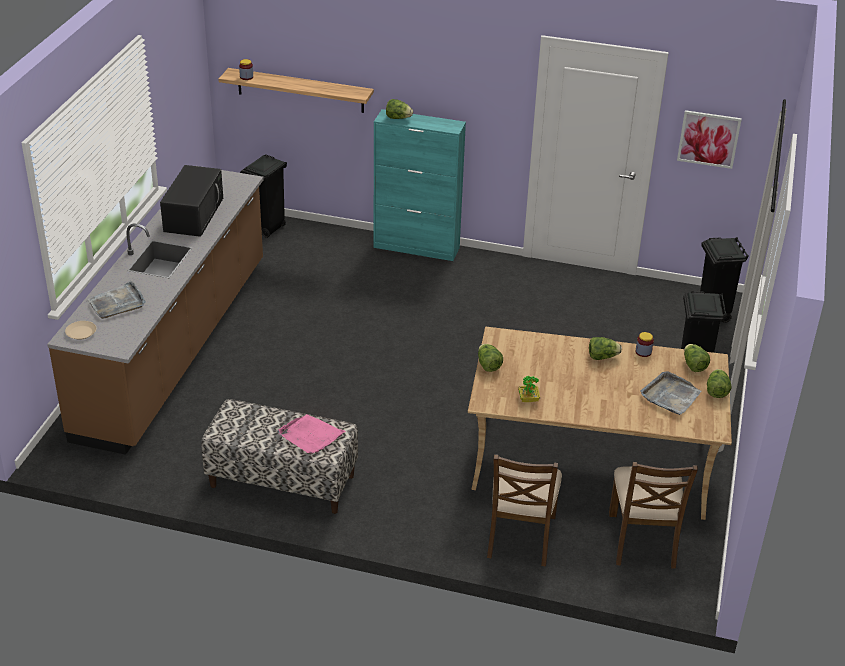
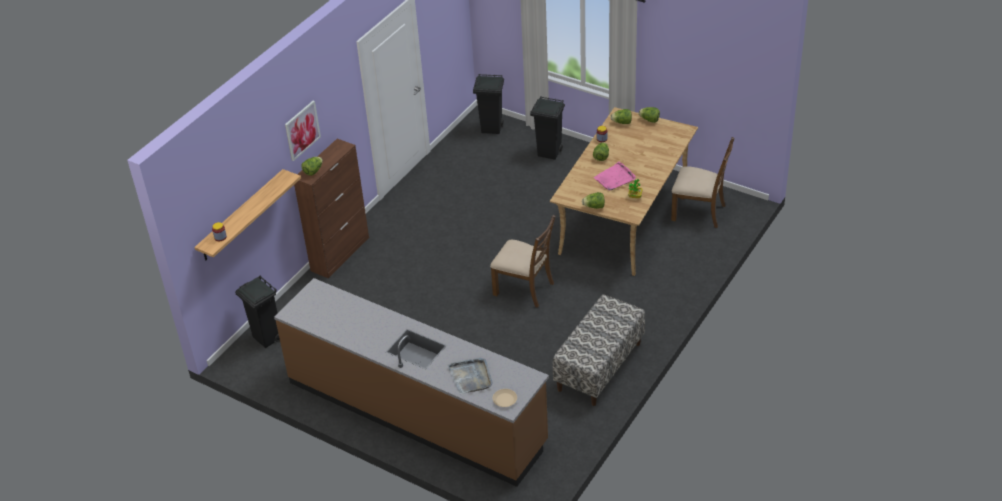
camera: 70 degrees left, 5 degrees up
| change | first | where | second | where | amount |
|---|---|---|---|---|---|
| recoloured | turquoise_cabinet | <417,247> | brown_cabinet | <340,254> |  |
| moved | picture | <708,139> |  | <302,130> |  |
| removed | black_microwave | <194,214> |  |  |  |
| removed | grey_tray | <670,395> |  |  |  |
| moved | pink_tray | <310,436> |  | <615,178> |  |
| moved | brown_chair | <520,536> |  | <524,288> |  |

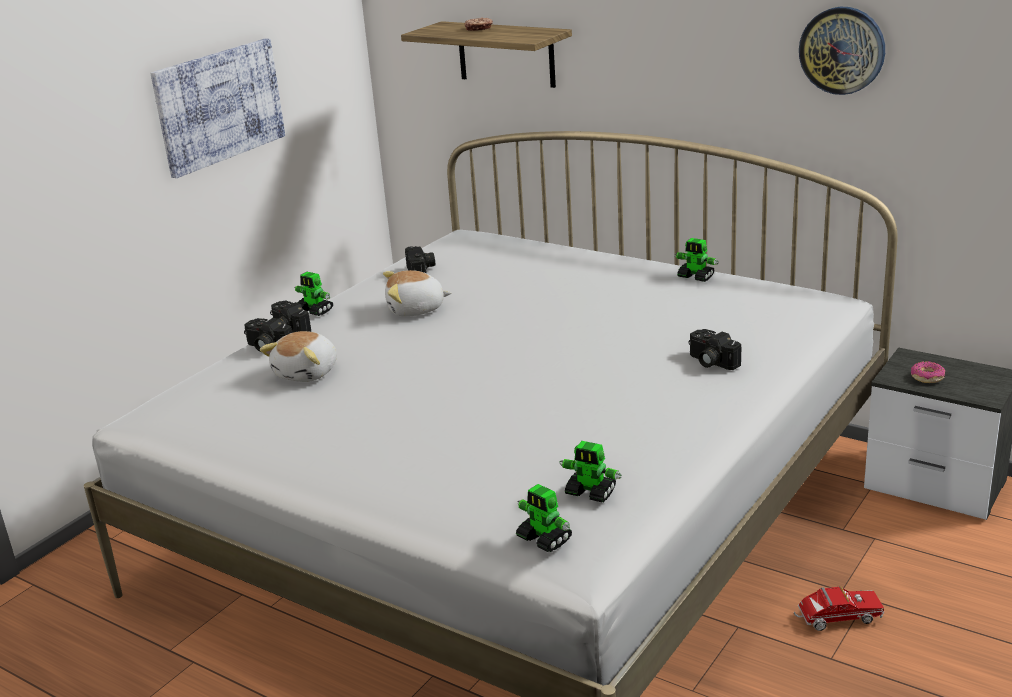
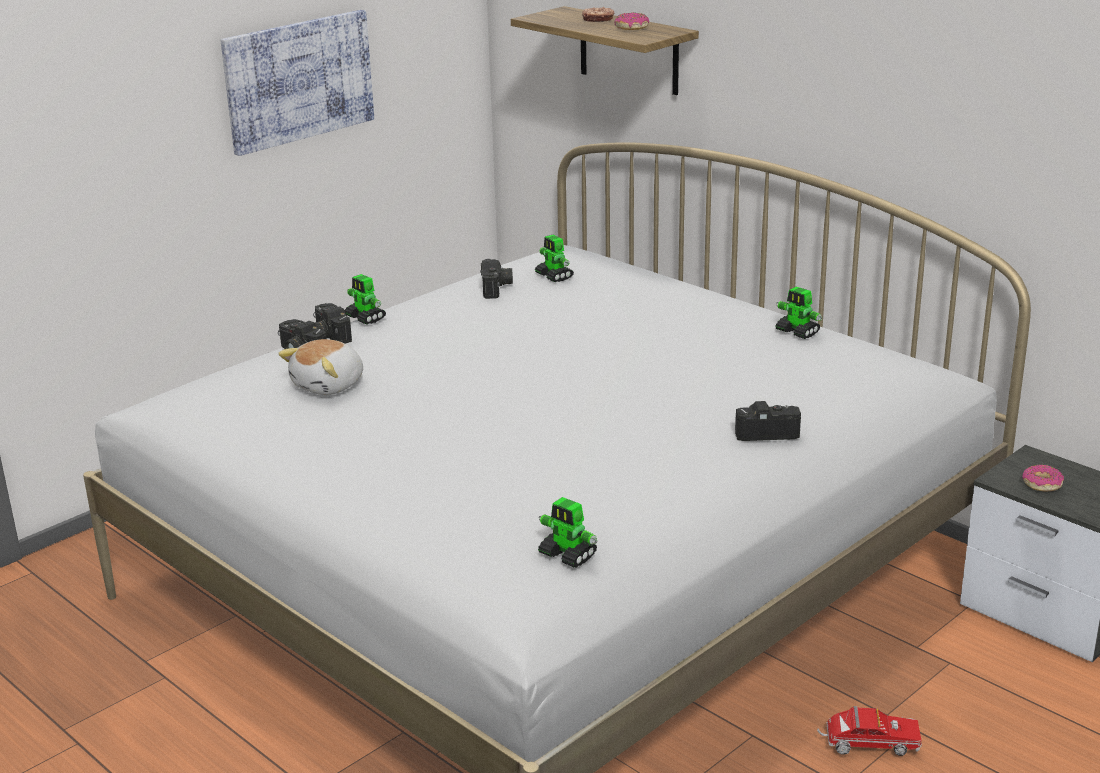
camera: 10 degrees right, 0 degrees up
| change | first | where | second | where | amount |
|---|---|---|---|---|---|
| removed | wall_clock | <842,50> |  |  |  |
| removed | plush_toy | <416,310> |  |  |  |
| turned | photo_camera | <710,362> |  | <766,431> | 120 degrees clockwise |
| moved | toy_robot | <544,539> |  | <554,276> |  |
| added |  |  | donut | <632,28> |  |

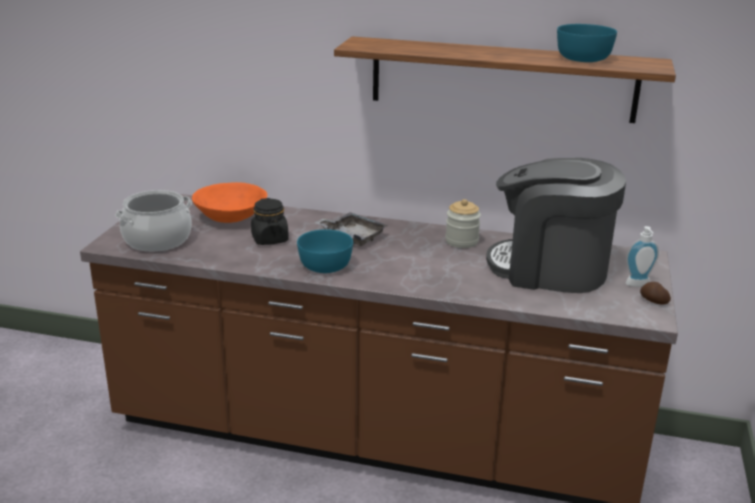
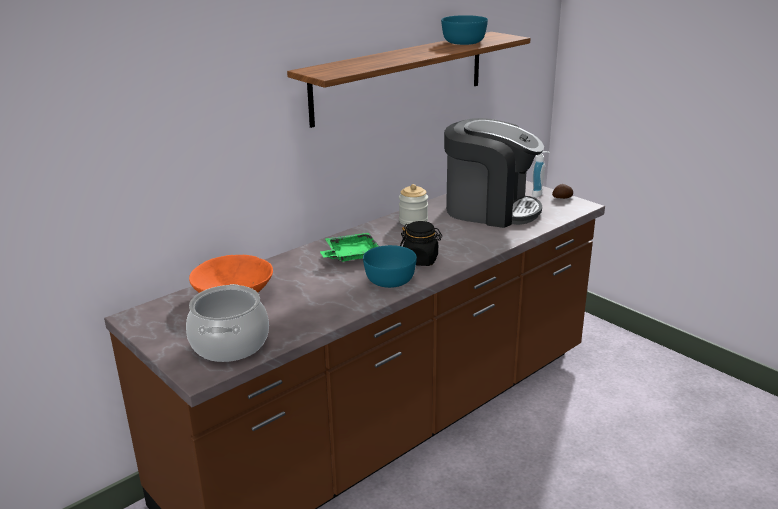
camera: 55 degrees left, 0 degrees up
| change | first | where | second | where | amount |
|---|---|---|---|---|---|
| turned | coffee_machine | <550,269> |  | <490,209> | 120 degrees counterclockwise |
| moved | black_jar | <270,239> |  | <420,260> |  |
| recoloured | grey_tray | <352,236> | green_tray | <351,255> |  |

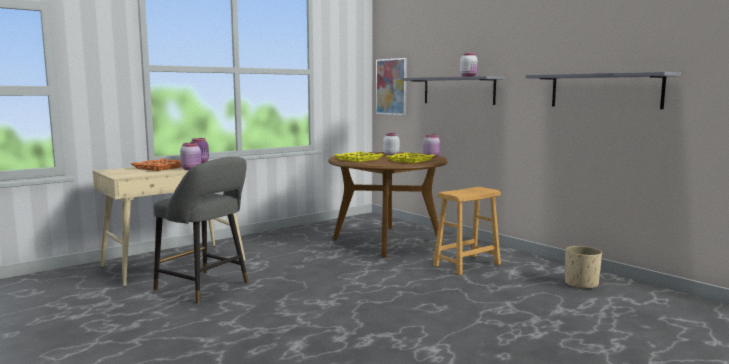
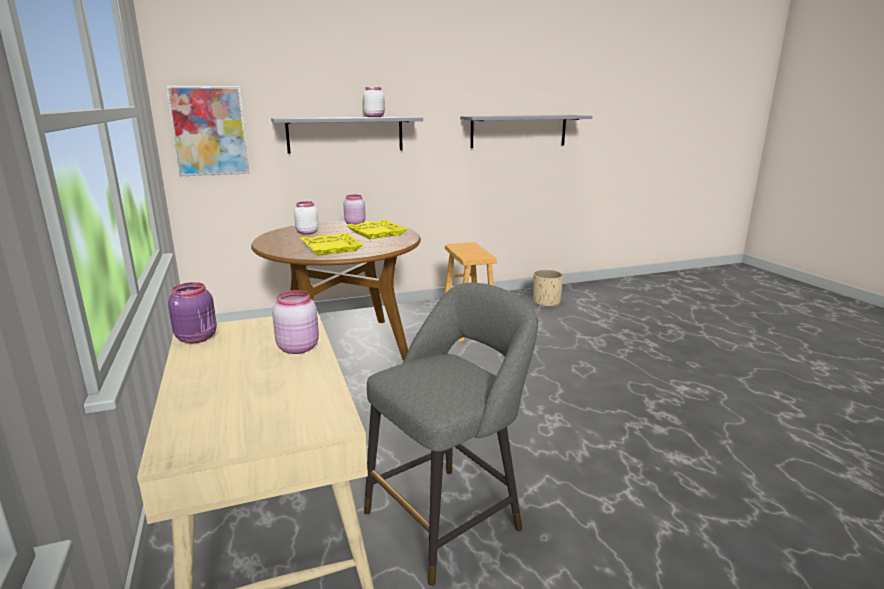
camera: 70 degrees left, 10 degrees up
| change | first | where | second | where | amount |
|---|---|---|---|---|---|
| removed | orange_tray | <160,167> |  |  |  |

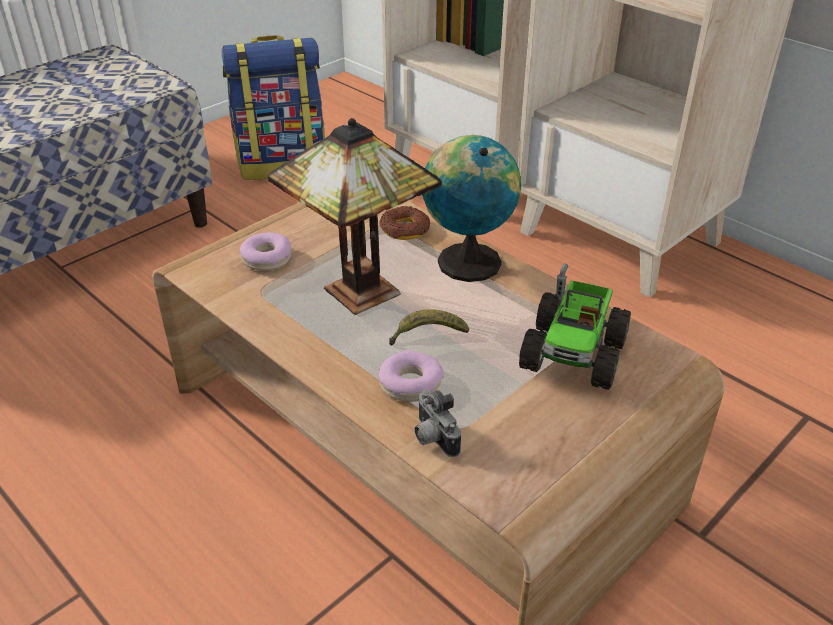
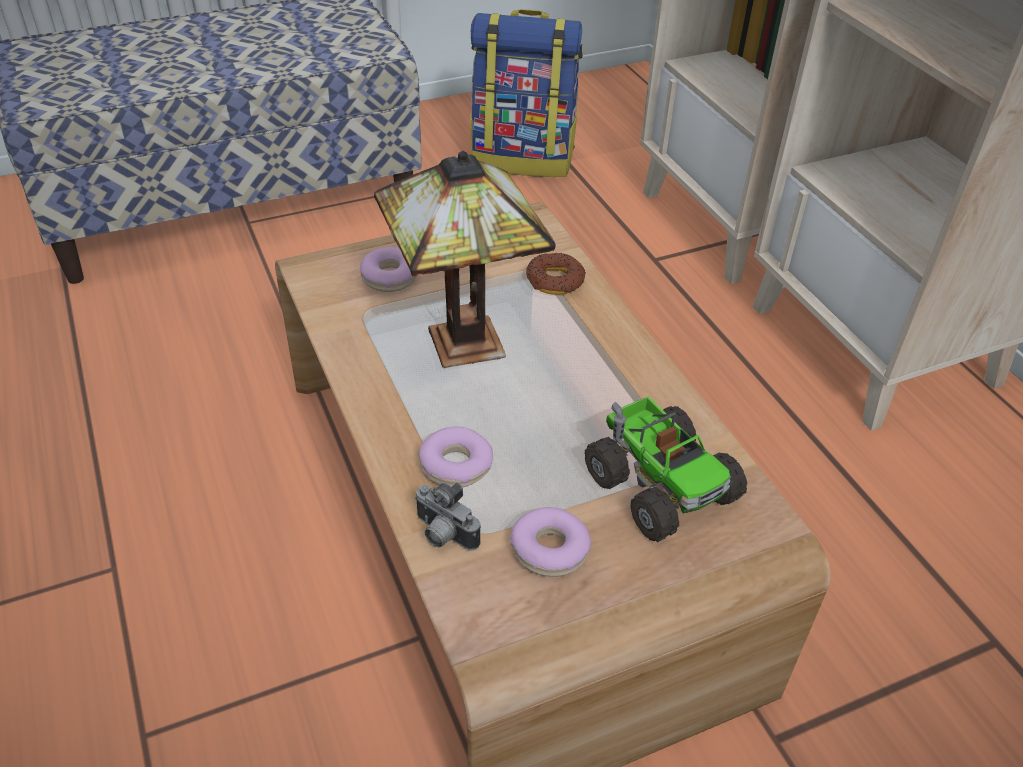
camera: 20 degrees right, 5 degrees up
| change | first | where | second | where | amount |
|---|---|---|---|---|---|
| removed | globe | <466,260> |  |  |  |
| turned | toy_truck | <574,353> |  | <659,484> | 75 degrees counterclockwise |
| removed | banana | <427,335> |  |  |  |
| turned | photo_camera | <432,438> |  | <443,535> | 45 degrees counterclockwise |
| added |  |  | donut | <549,549> |  |

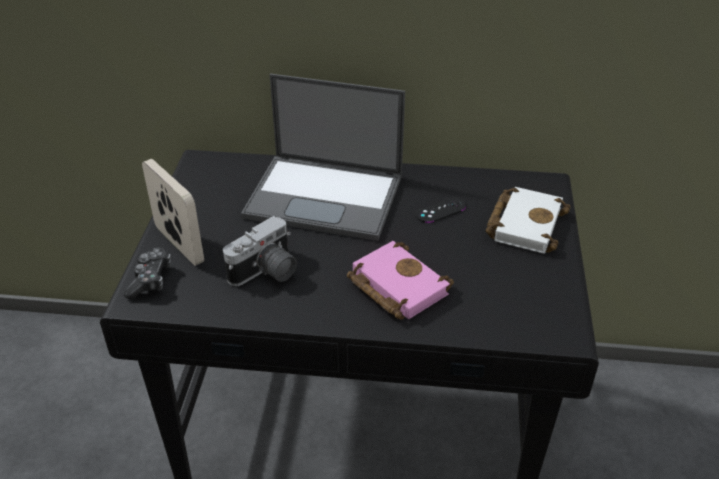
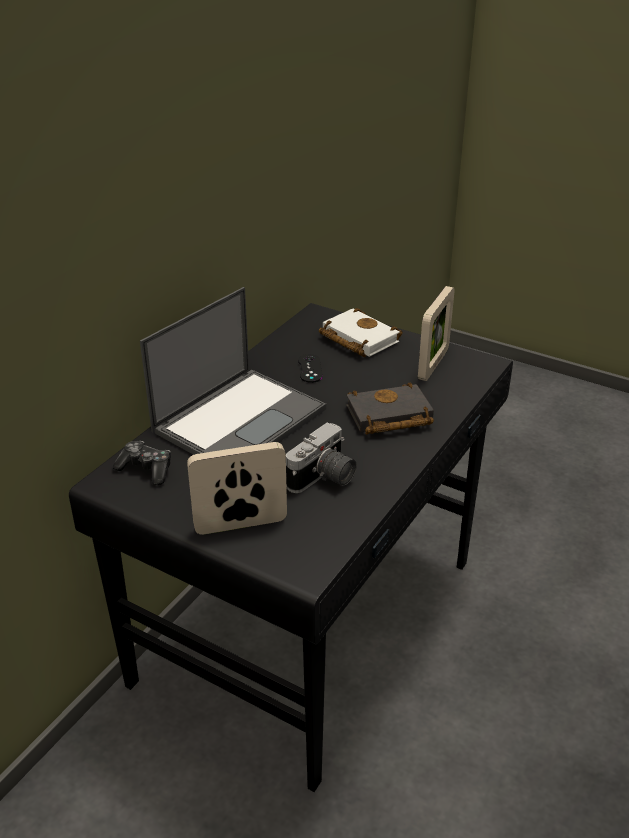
camera: 65 degrees left, 5 degrees down
| change | first | where | second | where | amount |
|---|---|---|---|---|---|
| turned | photo_camera | <266,273> |  | <324,479> | 60 degrees clockwise |
| recoloured | pink_book | <395,286> | black_book | <388,417> |  |
| moved | game_controller | <150,279> |  | <146,469> |  |
| added |  |  | picture_frame | <433,364> |  |

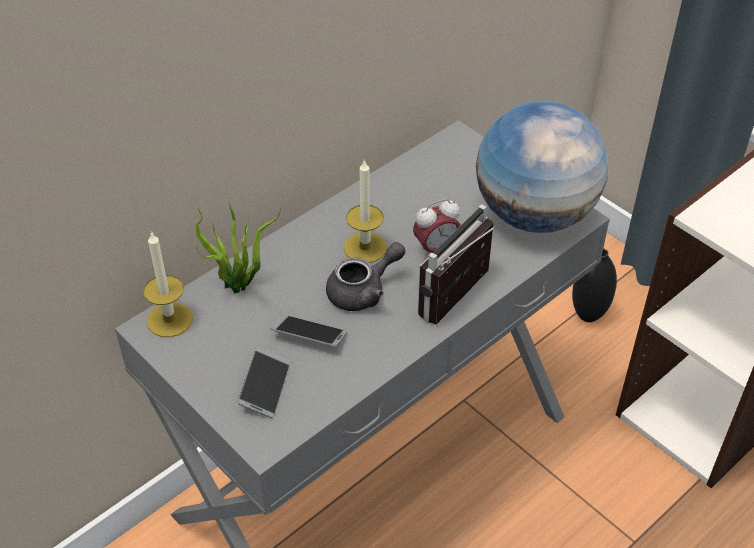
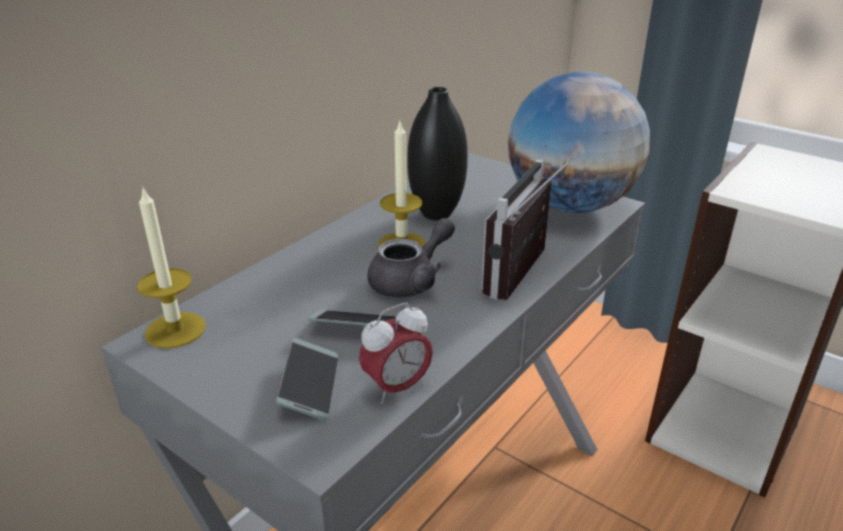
camera: 10 degrees left, 15 degrees down
| change | first | where | second | where | amount |
|---|---|---|---|---|---|
| removed | potted_plant | <240,286> |  |  |  |
| moved | alarm_clock | <436,249> |  | <397,387> |  |
| moved | black_vase | <588,315> |  | <436,214> |  |

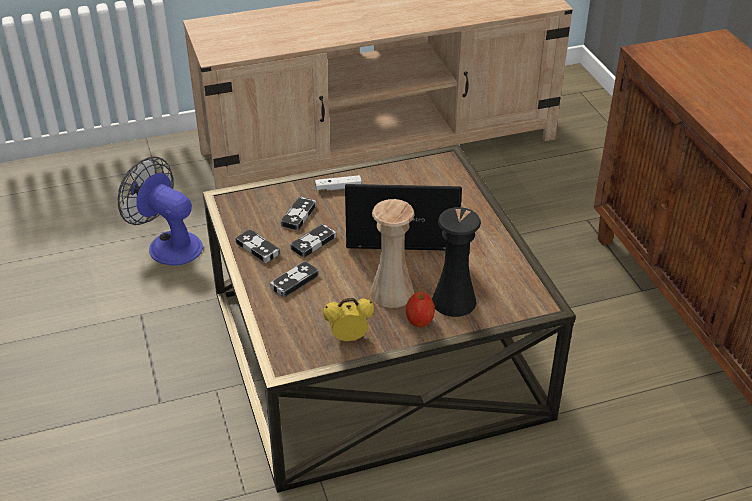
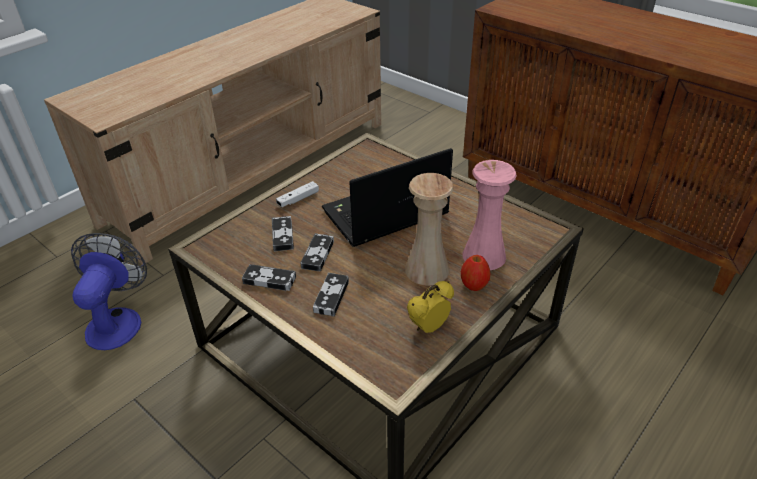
camera: 30 degrees left, 0 degrees up
| change | first | where | second | where | amount |
|---|---|---|---|---|---|
| turned | fan | <168,244> |  | <117,320> | 90 degrees clockwise |
| recoloured | black_vase | <454,301> | pink_vase | <484,255> |  |

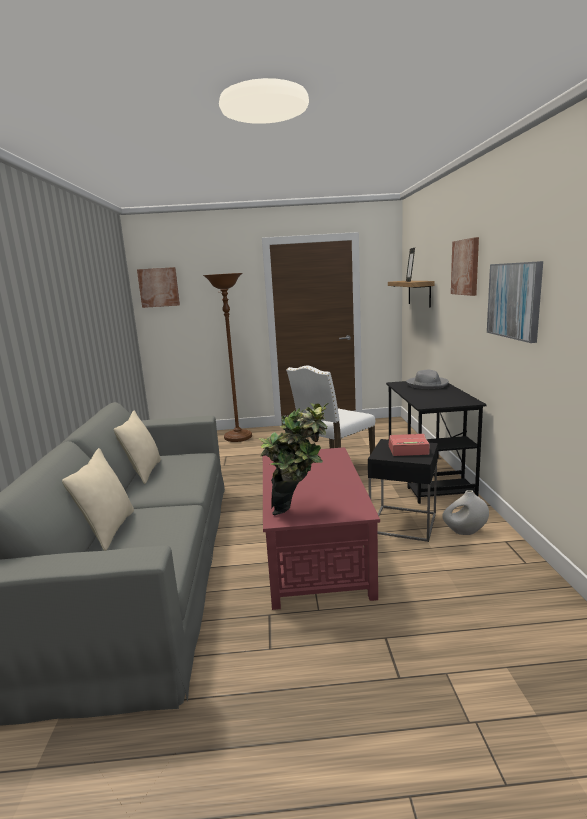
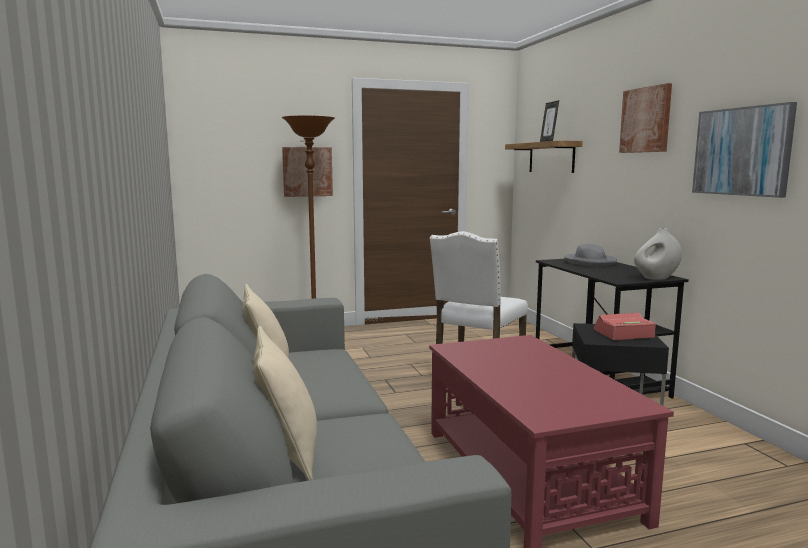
camera: 15 degrees left, 5 degrees down
| change | first | where | second | where | amount |
|---|---|---|---|---|---|
| moved | picture | <159,287> |  | <307,171> |  |
| removed | potted_plant | <299,512> |  |  |  |
| moved | white_vase | <464,532> |  | <656,278> |  |

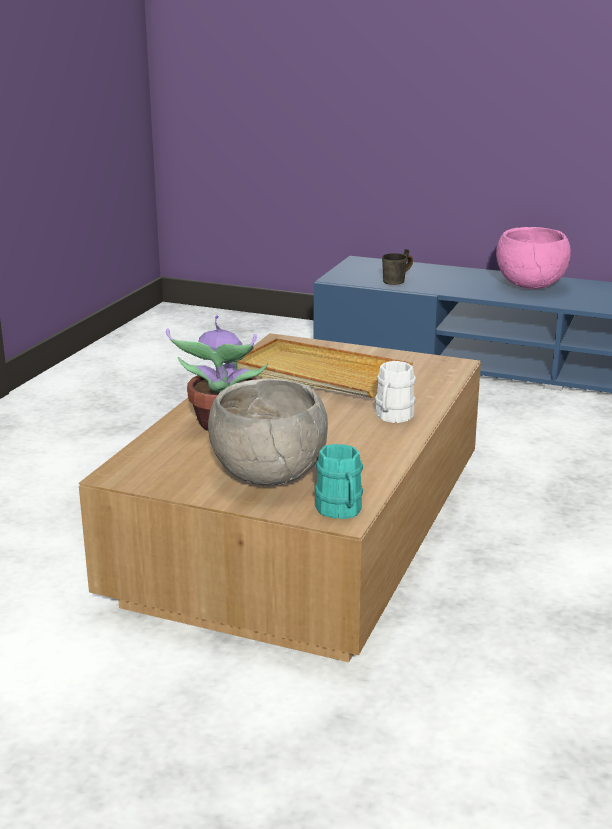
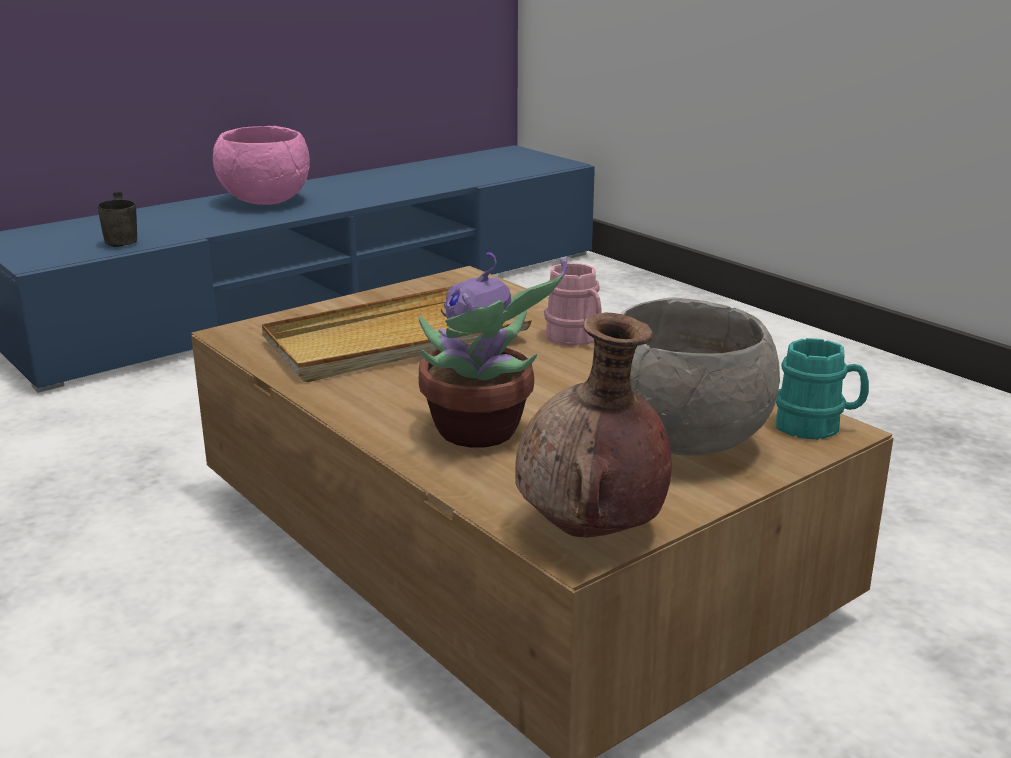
camera: 60 degrees left, 0 degrees up
| change | first | where | second | where | amount |
|---|---|---|---|---|---|
| recoloured | white_mug | <392,417> | pink_mug | <576,339> |  |
| added |  |  | brown_vase | <591,532> |  |

